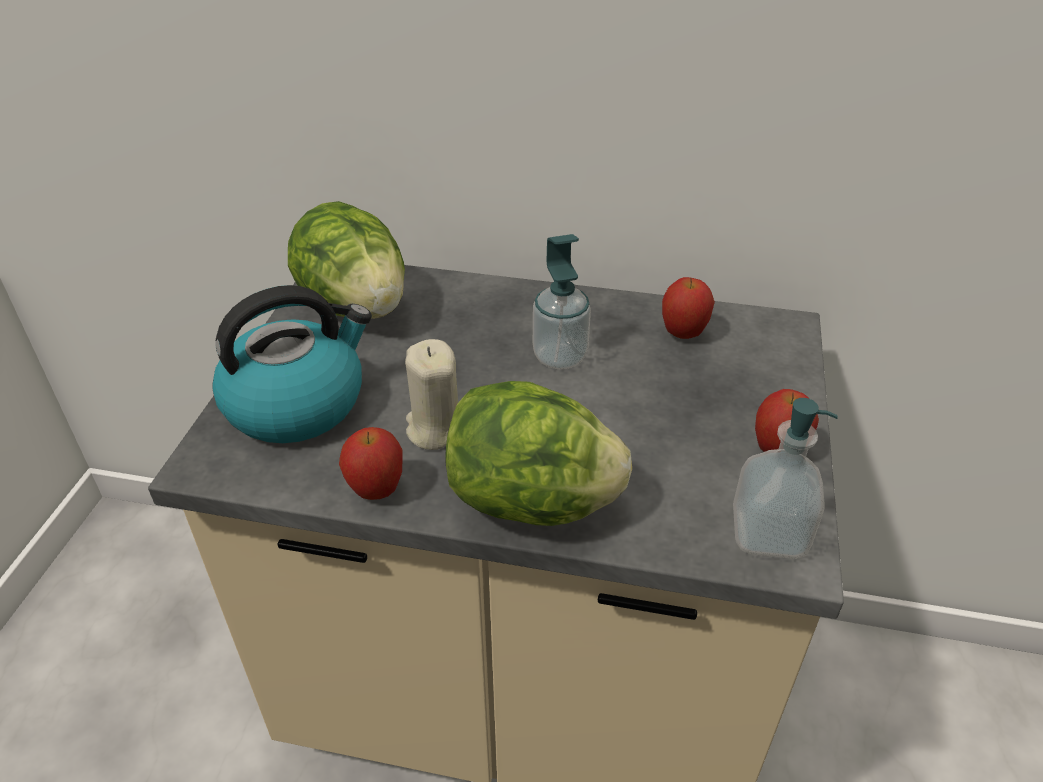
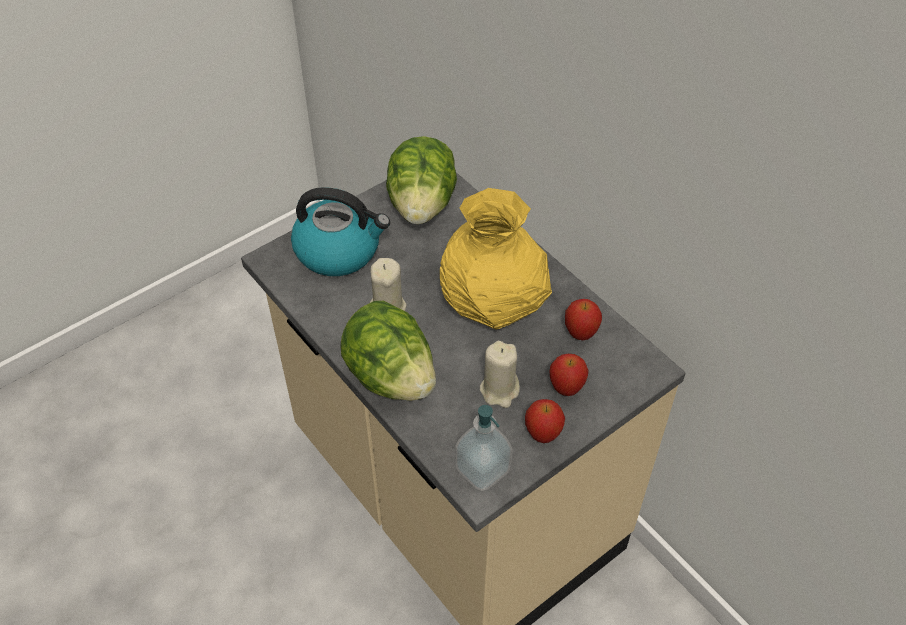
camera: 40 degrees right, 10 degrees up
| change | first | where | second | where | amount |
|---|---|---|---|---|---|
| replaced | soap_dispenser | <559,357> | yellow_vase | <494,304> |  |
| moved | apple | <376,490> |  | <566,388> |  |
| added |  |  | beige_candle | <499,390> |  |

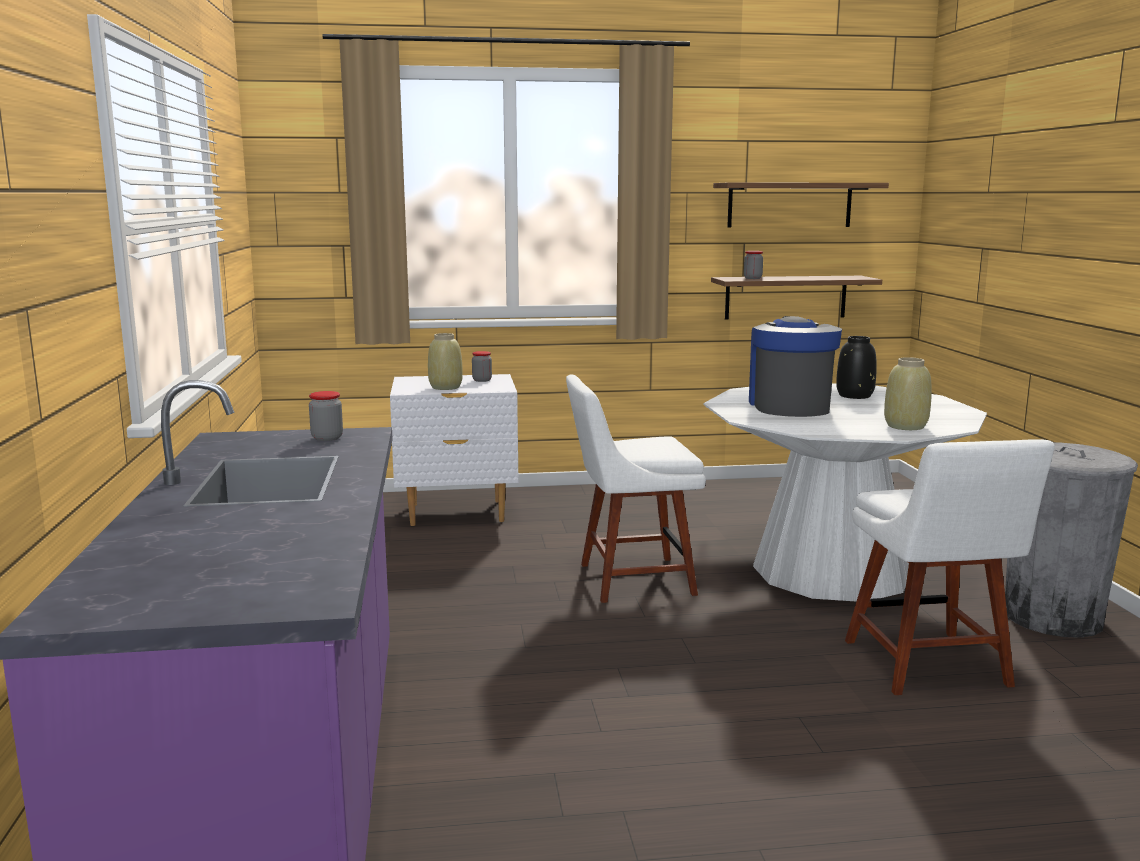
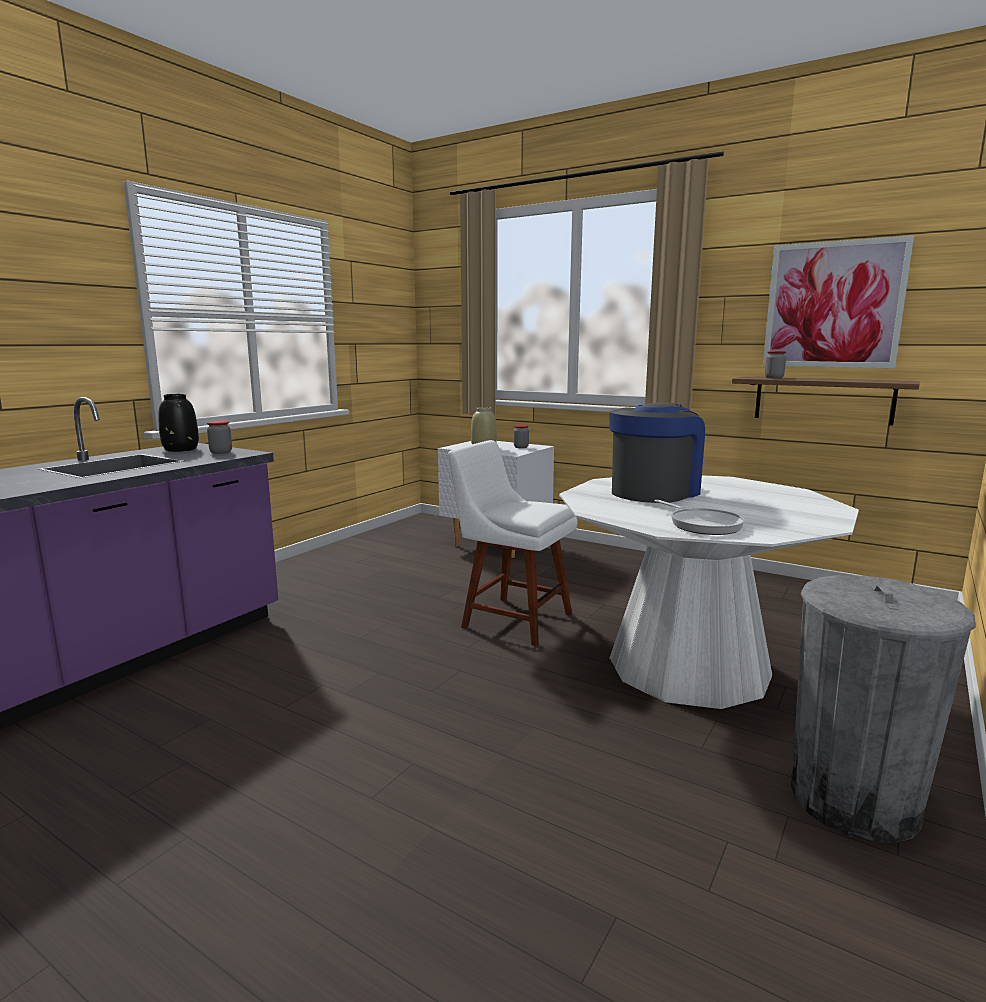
camera: 40 degrees right, 0 degrees up
| change | first | where | second | where | amount |
|---|---|---|---|---|---|
| replaced | shelf | <789,205> | picture | <833,305> |  |
| moved | black_vase | <854,396> |  | <181,449> |  |
| replaced | beige_vase | <905,426> | frying_pan | <702,525> |  |
| removed | white_chair | <929,667> |  |  |  |

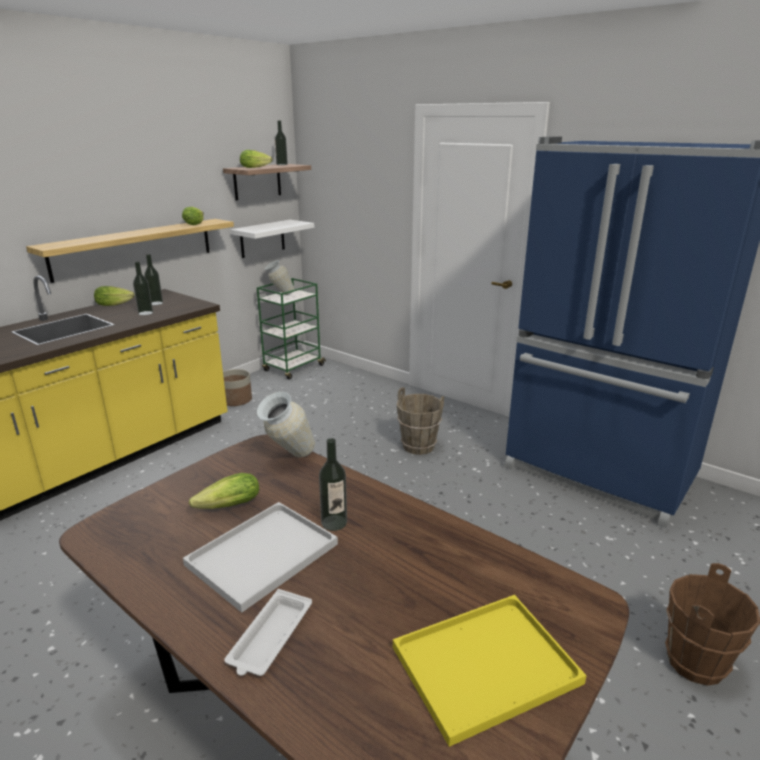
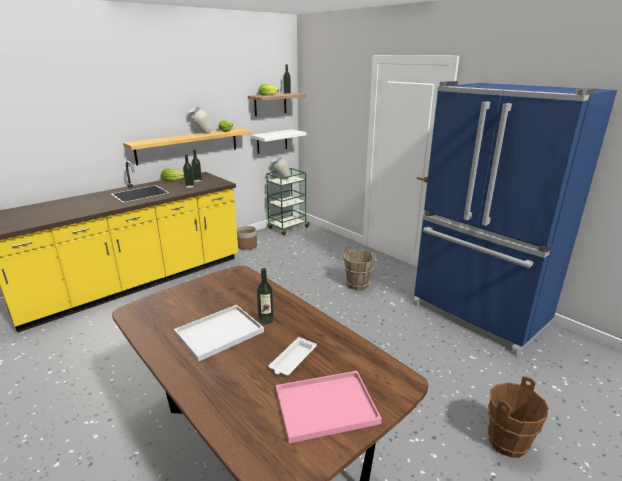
camera: 10 degrees right, 0 degrees up
| change | first | where | second | where | amount |
|---|---|---|---|---|---|
| moved | vase | <288,460> |  | <201,134> |  |
| removed | lettuce | <225,507> |  |  |  |
| moved | white_tray | <270,638> |  | <292,360> |  |
| recoloured | yellow_tray | <487,662> | pink_tray | <327,405> |  |

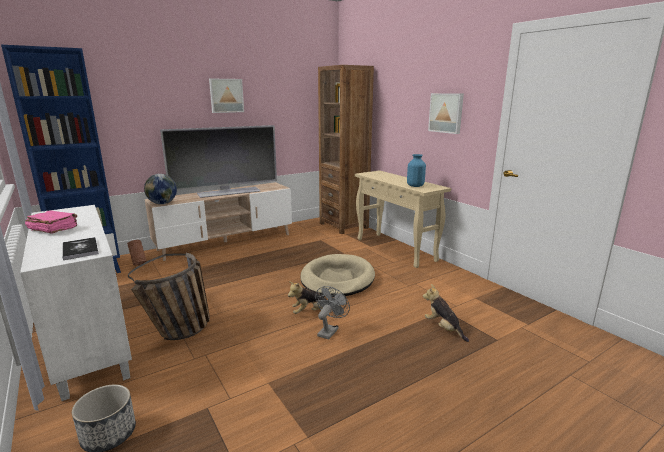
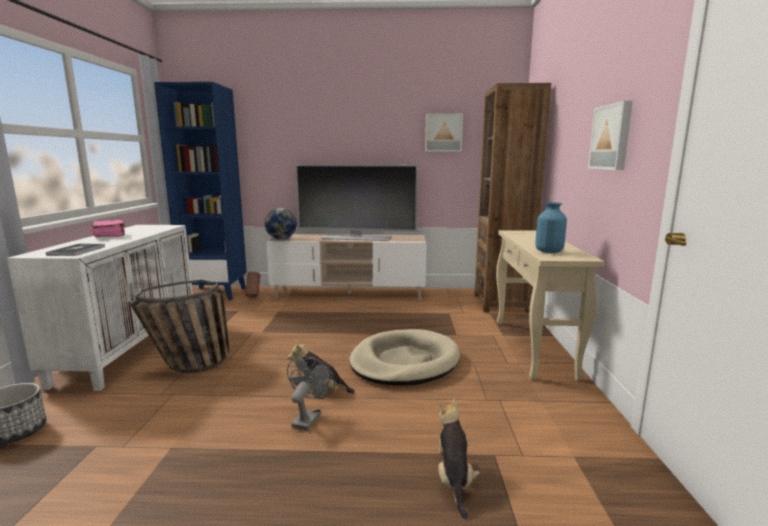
camera: 35 degrees right, 5 degrees down
| change | first | where | second | where | amount |
|---|---|---|---|---|---|
| moved | picture | <226,95> |  | <443,132> |  |
| turned | grey_fan | <329,330> |  | <308,418> | 45 degrees counterclockwise |

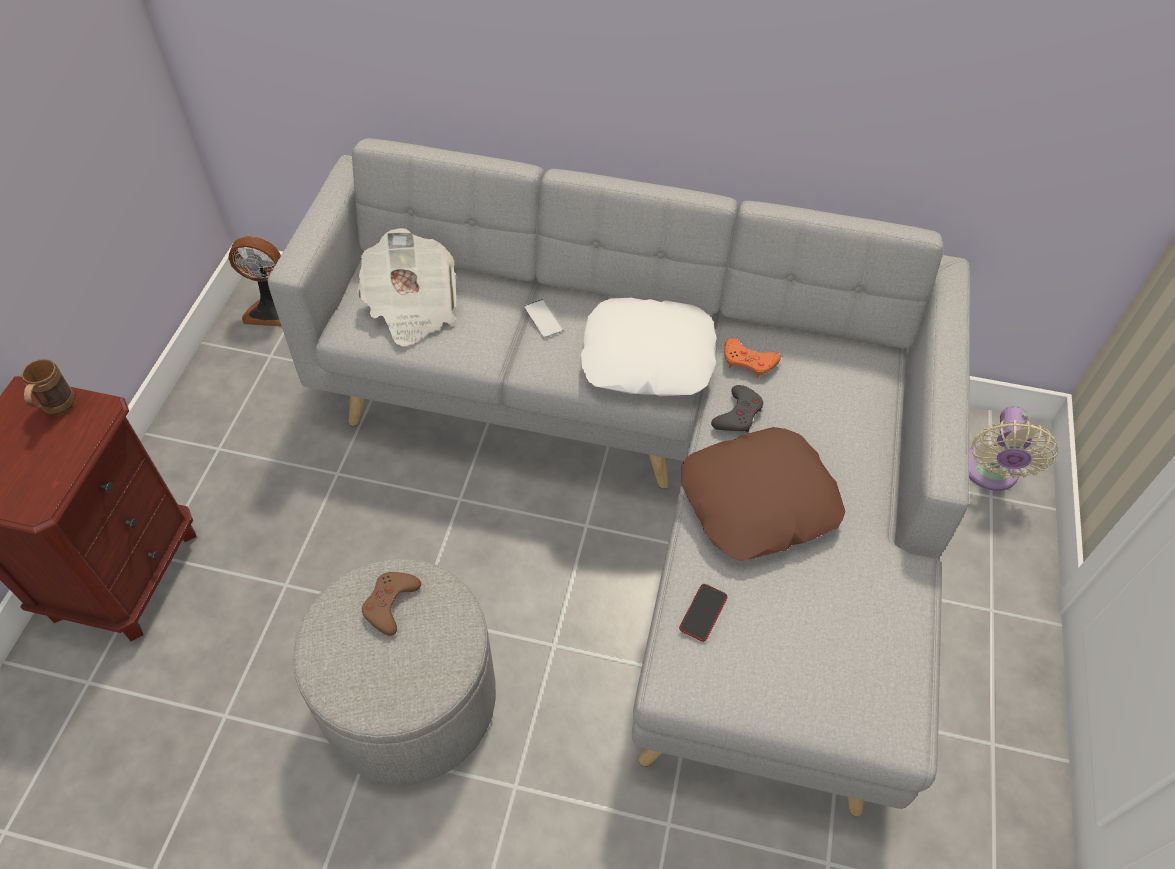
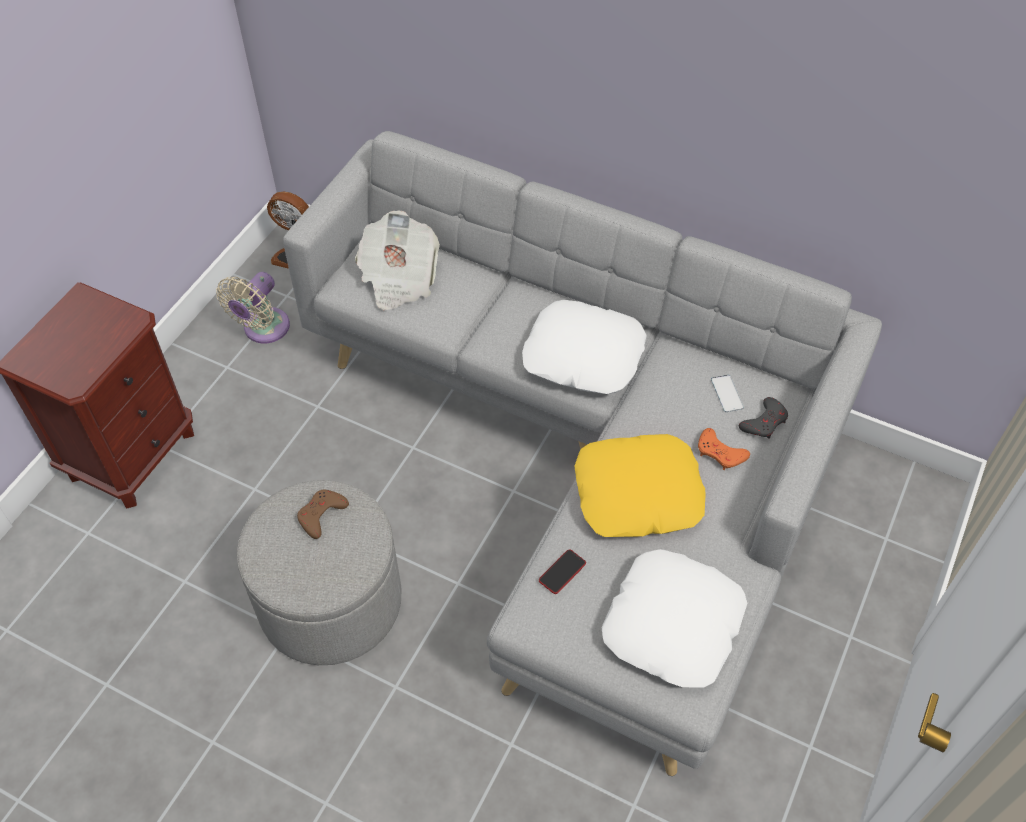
camera: 15 degrees right, 0 degrees up
| change | first | where | second | where | amount |
|---|---|---|---|---|---|
| moved | phone | <543,319> |  | <727,393> |  |
| moved | orange_game_controller | <749,361> |  | <720,453> |  |
| removed | brown_mug | <56,409> |  |  |  |
| moved | grey_game_controller | <738,414> |  | <764,422> |  |
| moved | beige_fan | <990,473> |  | <263,329> |  |
| recoloured | brown_pillow | <759,502> | yellow_pillow | <638,494> |  |
| added |  |  | white_pillow | <674,625> |  |

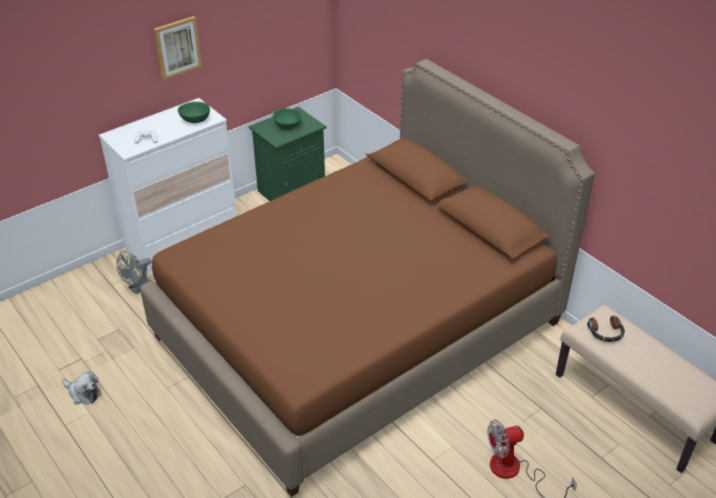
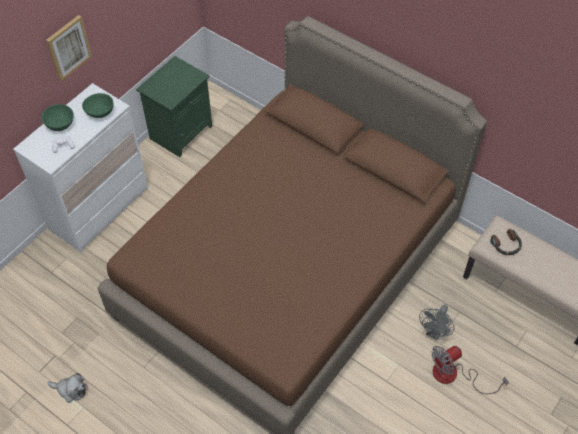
camera: 15 degrees left, 15 degrees up
| change | first | where | second | where | amount |
|---|---|---|---|---|---|
| moved | green_bowl | <287,126> |  | <59,124> |  |
| moved | grey_fan | <138,288> |  | <434,332> |  |

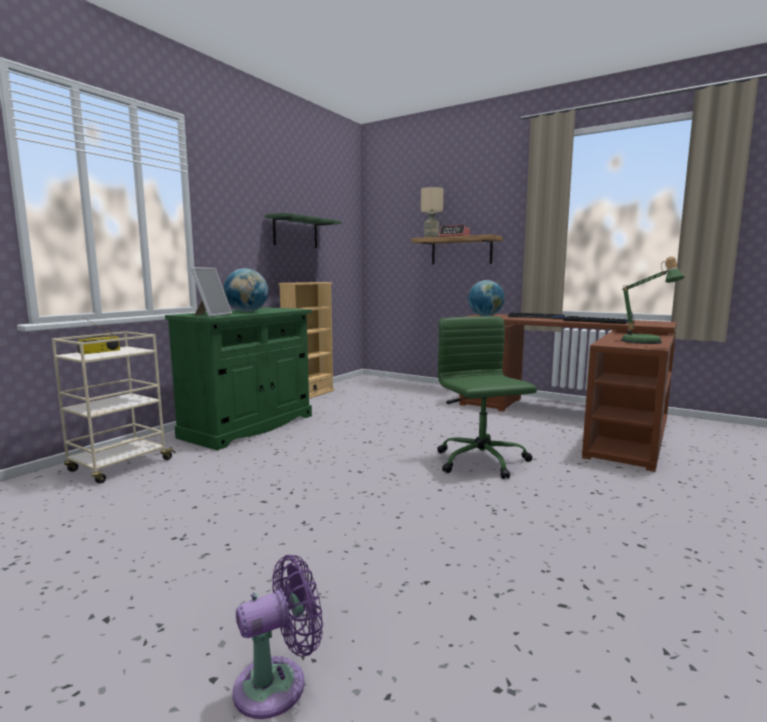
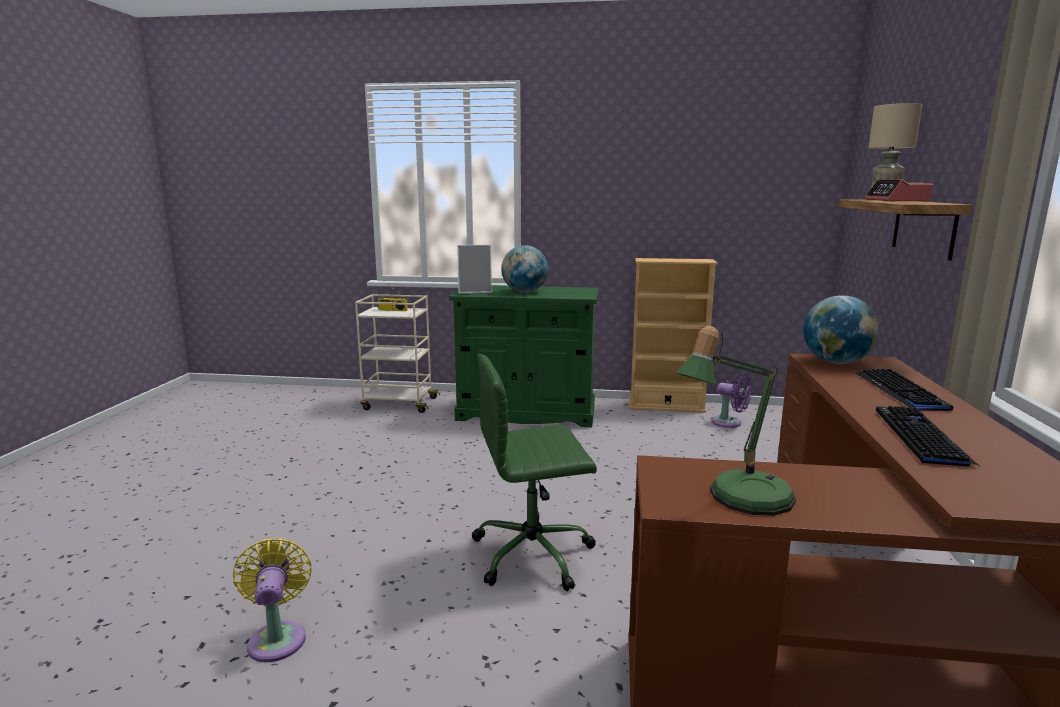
camera: 65 degrees right, 5 degrees up
| change | first | where | second | where | amount |
|---|---|---|---|---|---|
| removed | green_shelf | <295,232> |  |  |  |
| turned | green_office_chair | <482,462> |  | <534,554> | 150 degrees counterclockwise |
| moved | purple_fan | <278,684> |  | <729,423> |  |
| added |  |  | yellow_fan | <277,637> |  |

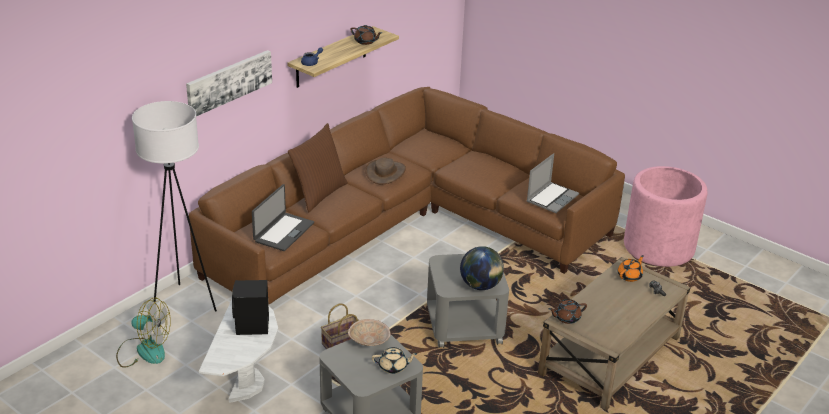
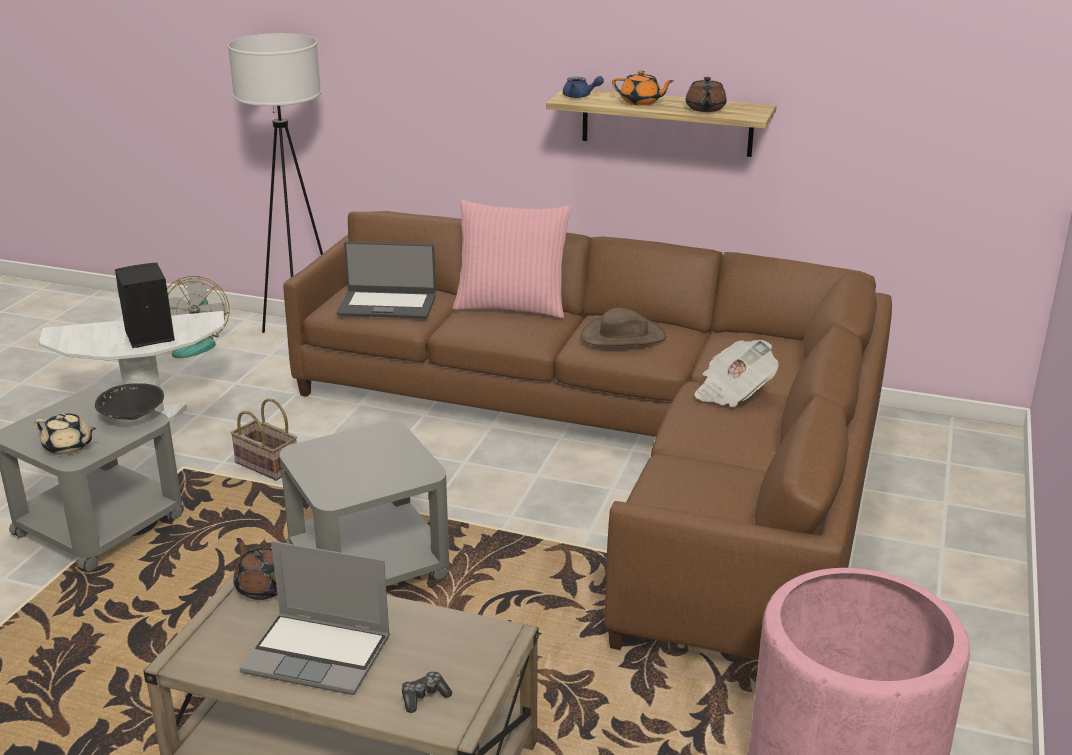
camera: 70 degrees right, 5 degrees down
| change | first | where | second | where | amount |
|---|---|---|---|---|---|
| removed | picture | <229,82> |  |  |  |
| recoloured | brown_pillow | <318,194> | pink_pillow | <512,306> |  |
| moved | laptop | <552,198> |  | <320,654> |  |
| removed | globe | <480,286> |  |  |  |
| moved | orange_teapot | <630,276> |  | <641,102> |  |
| recoloured | beige_bowl | <369,341> | black_bowl | <132,416> |  |
| turned | beige_teapot | <393,367> |  | <68,447> | 45 degrees counterclockwise |
| added |  |  | newspaper | <733,392> |  |

